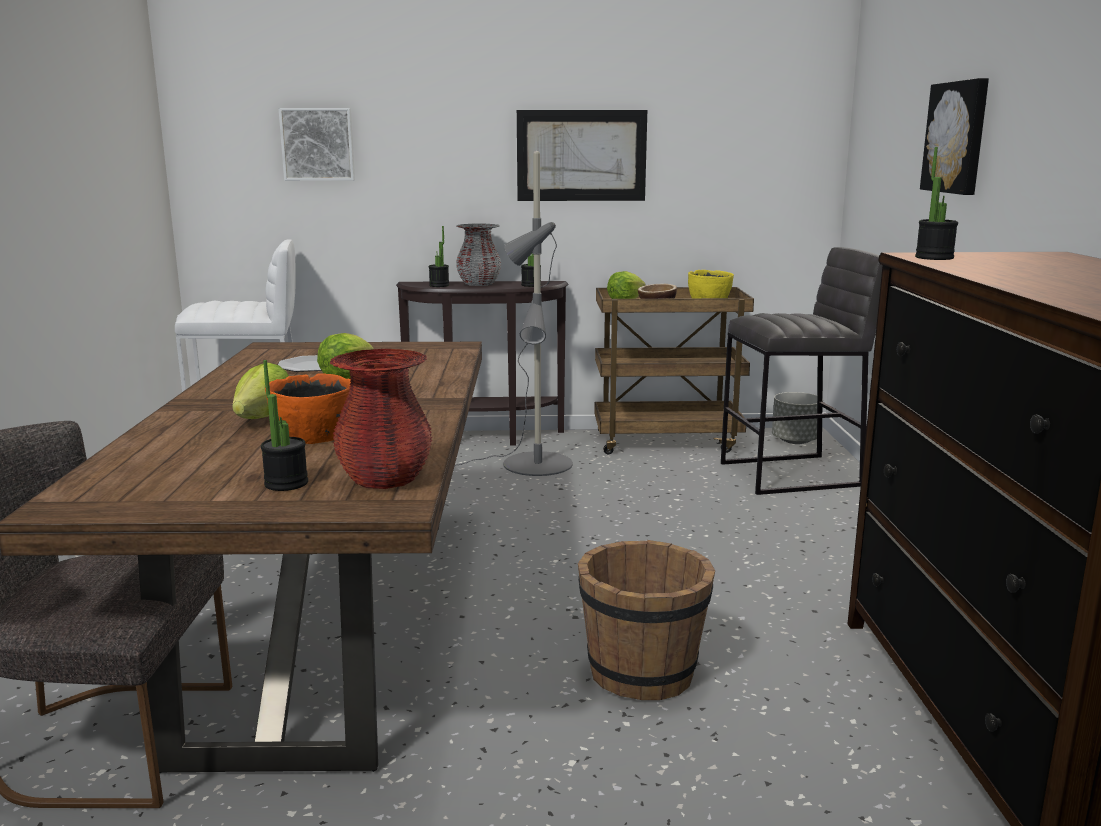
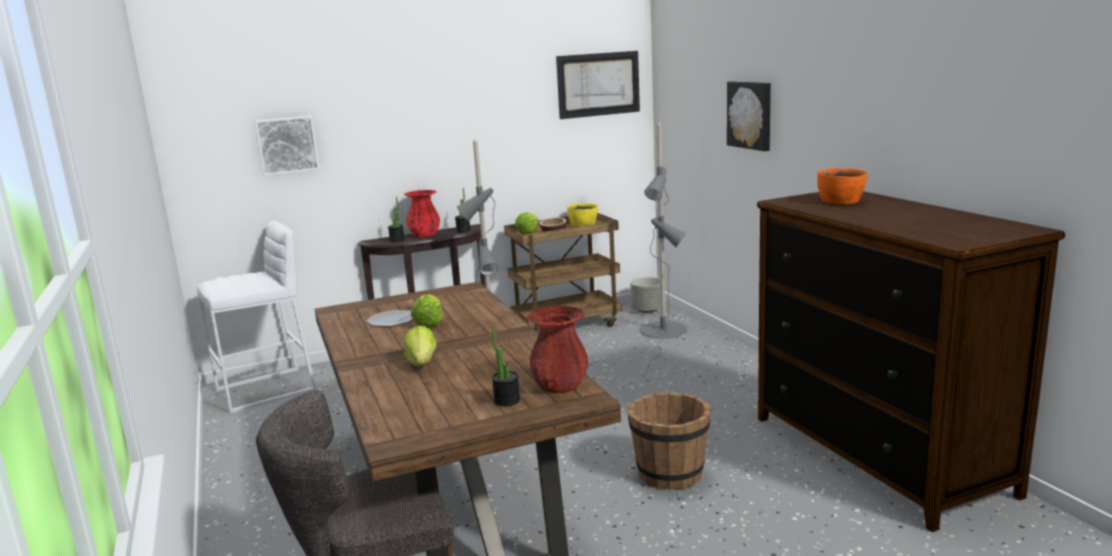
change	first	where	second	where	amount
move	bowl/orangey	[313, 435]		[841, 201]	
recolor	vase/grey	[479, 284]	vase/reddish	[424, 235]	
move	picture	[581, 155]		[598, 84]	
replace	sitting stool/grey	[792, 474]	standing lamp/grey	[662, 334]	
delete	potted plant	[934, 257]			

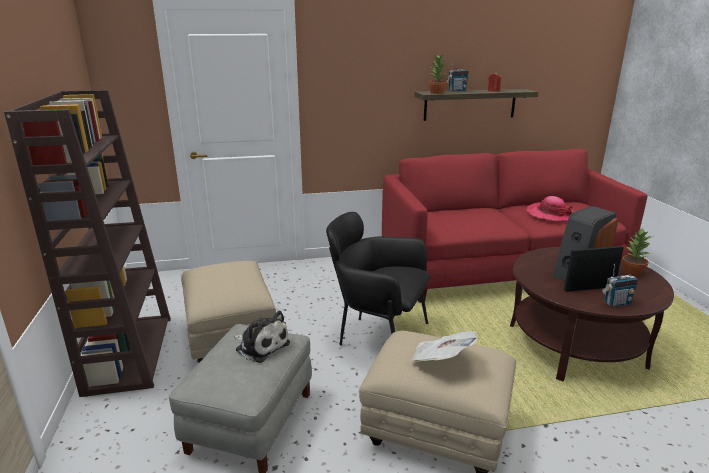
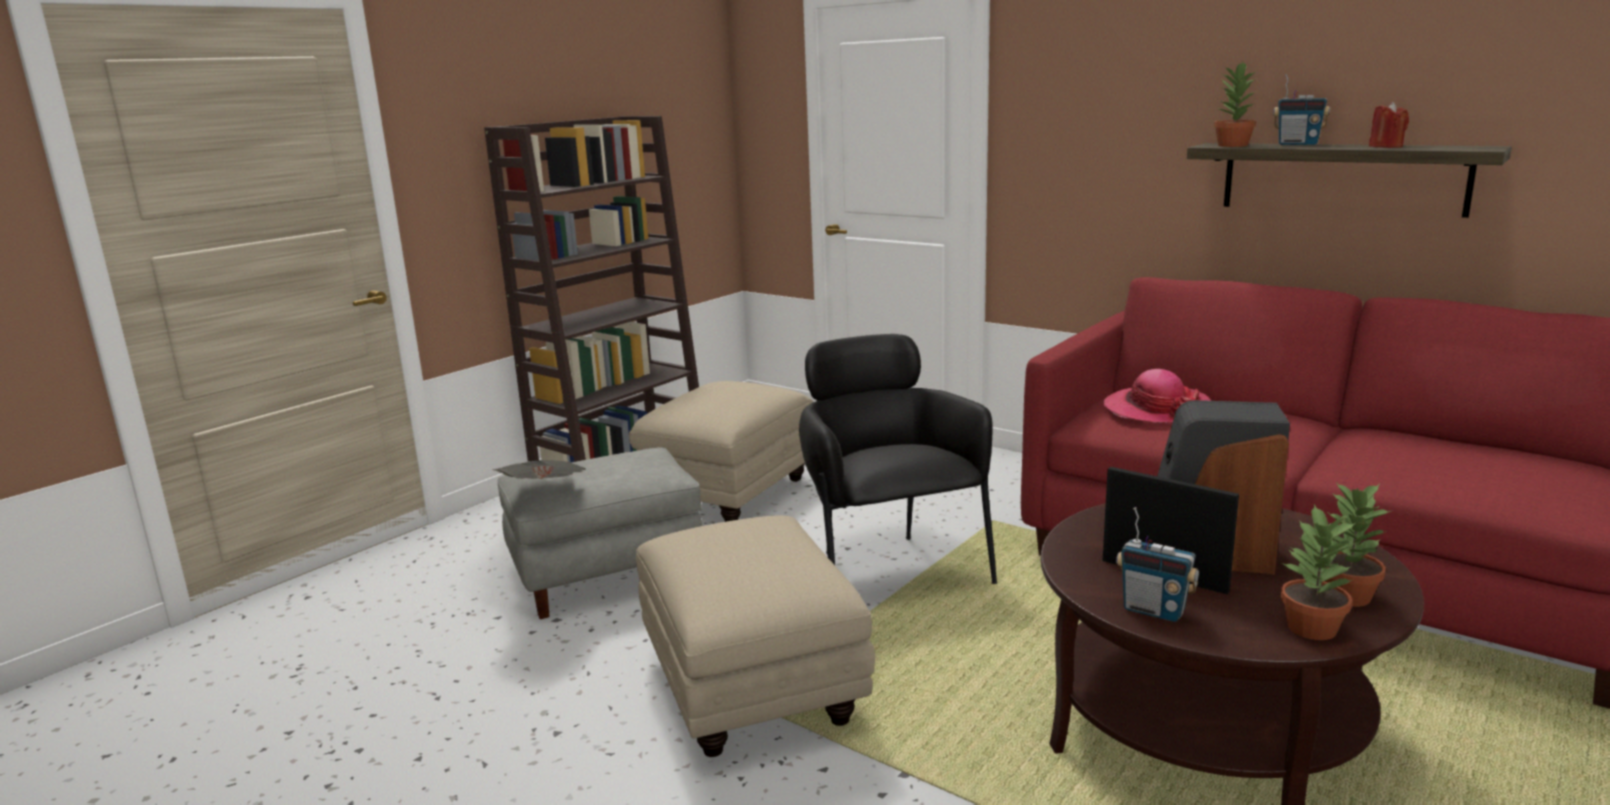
change	first	where	second	where	amount
delete	plush toy	[261, 346]			
move	printed paper	[441, 360]		[545, 493]	
move	clothing hat	[550, 214]		[1156, 409]	
insert			potted plant	[1312, 629]	

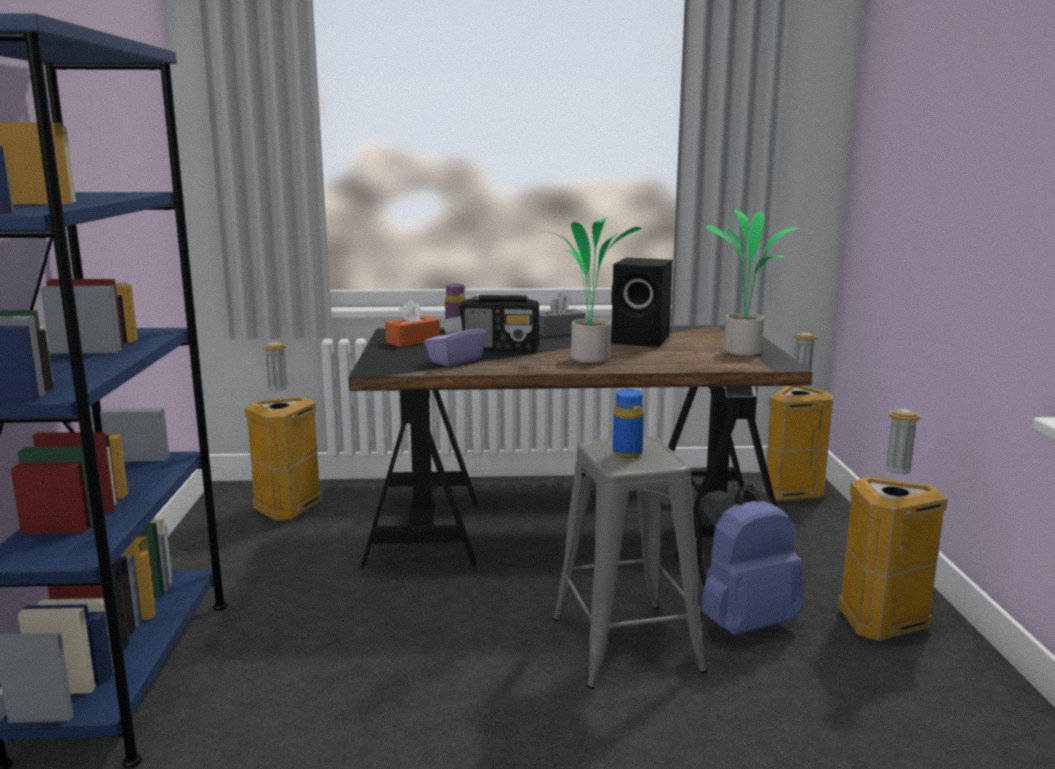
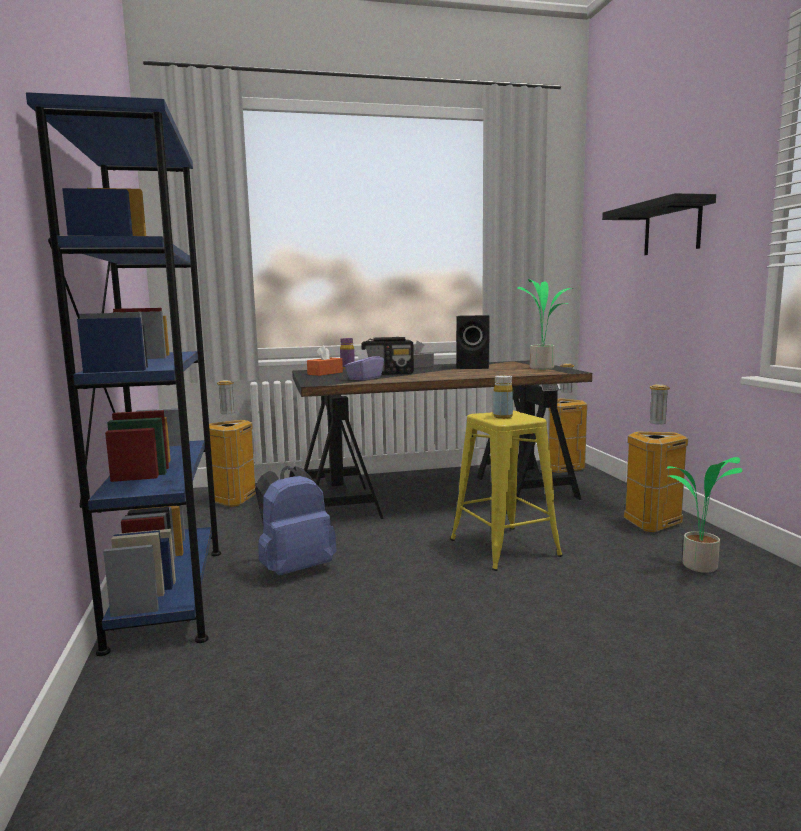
change	first	where	second	where	amount
move	potted plant	[588, 359]		[699, 567]	
recolor	sitting stool/grey	[625, 644]	sitting stool/yellow-coloured	[504, 547]	
recolor	beverage bottle/bluish	[627, 453]	beverage bottle/yellow-coloured	[503, 417]	
move	backpack/bluish	[741, 622]		[295, 569]	
insert			shelf/blackish	[672, 228]	

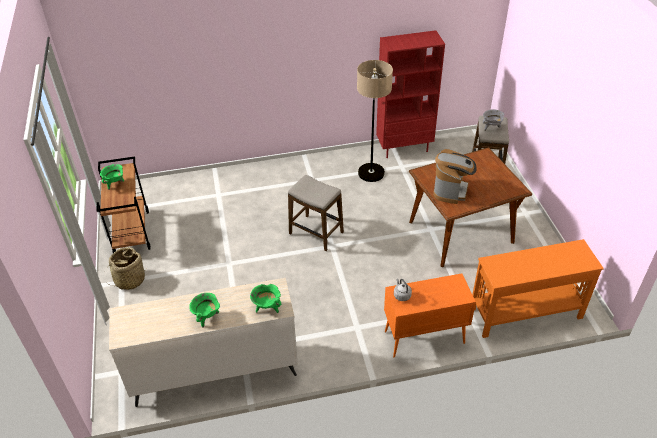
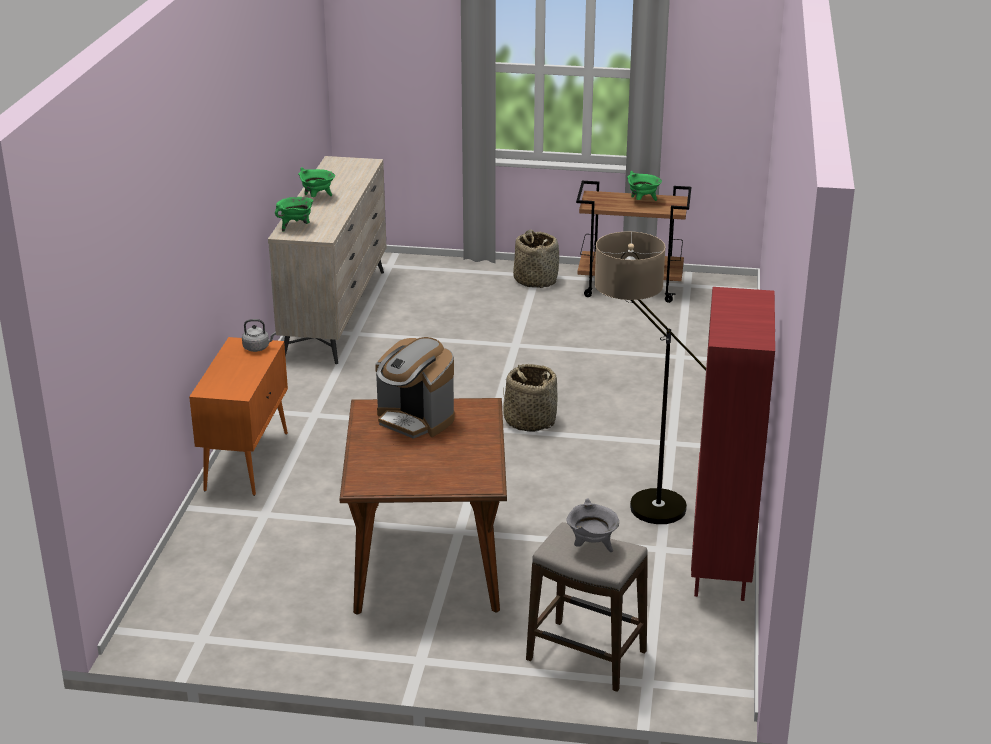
change	first	where	second	where	amount
replace	sitting stool	[316, 233]	storage basket	[529, 421]	
delete	hall table/orangey	[525, 313]			

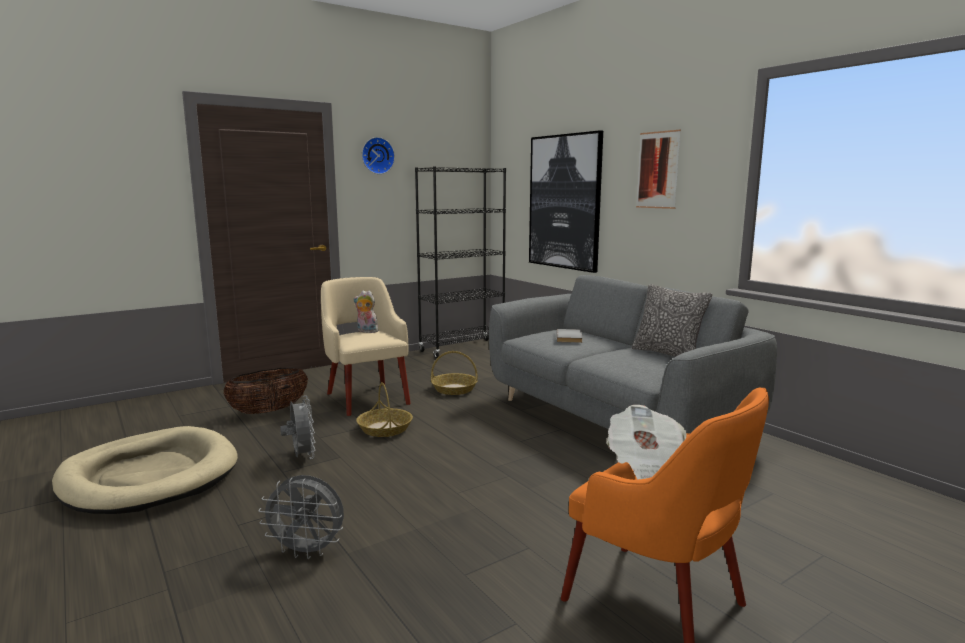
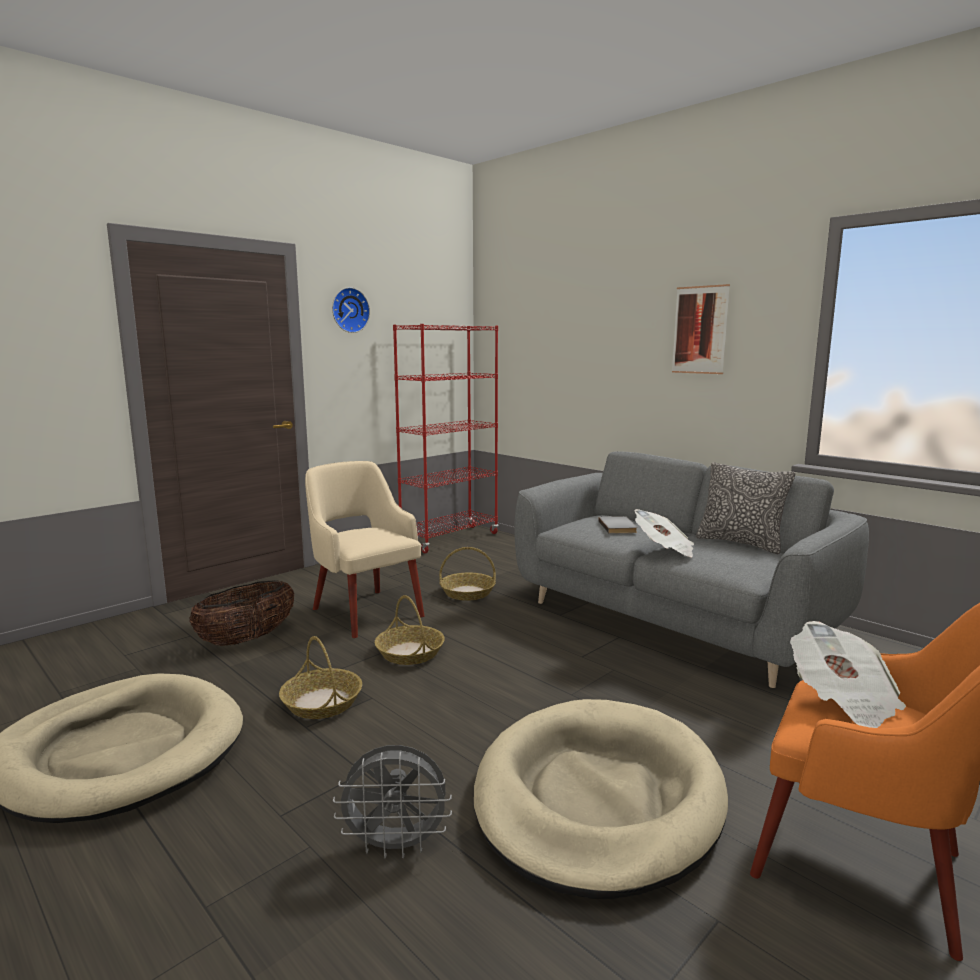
change	first	where	second	where	amount
replace	cooling fan/grey	[301, 457]	storage basket	[321, 702]	
delete	plush toy	[366, 331]			
recolor	bookcase/blackish	[462, 349]	bookcase/reddish	[450, 539]	
delete	picture	[564, 202]			
insert			dog bed/sand-coloured	[597, 798]	
insert			printed paper	[664, 549]	

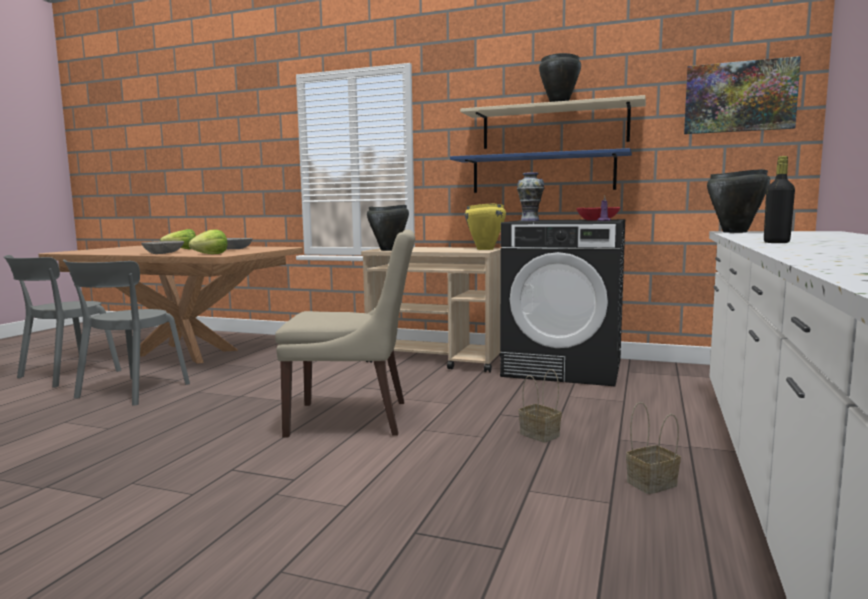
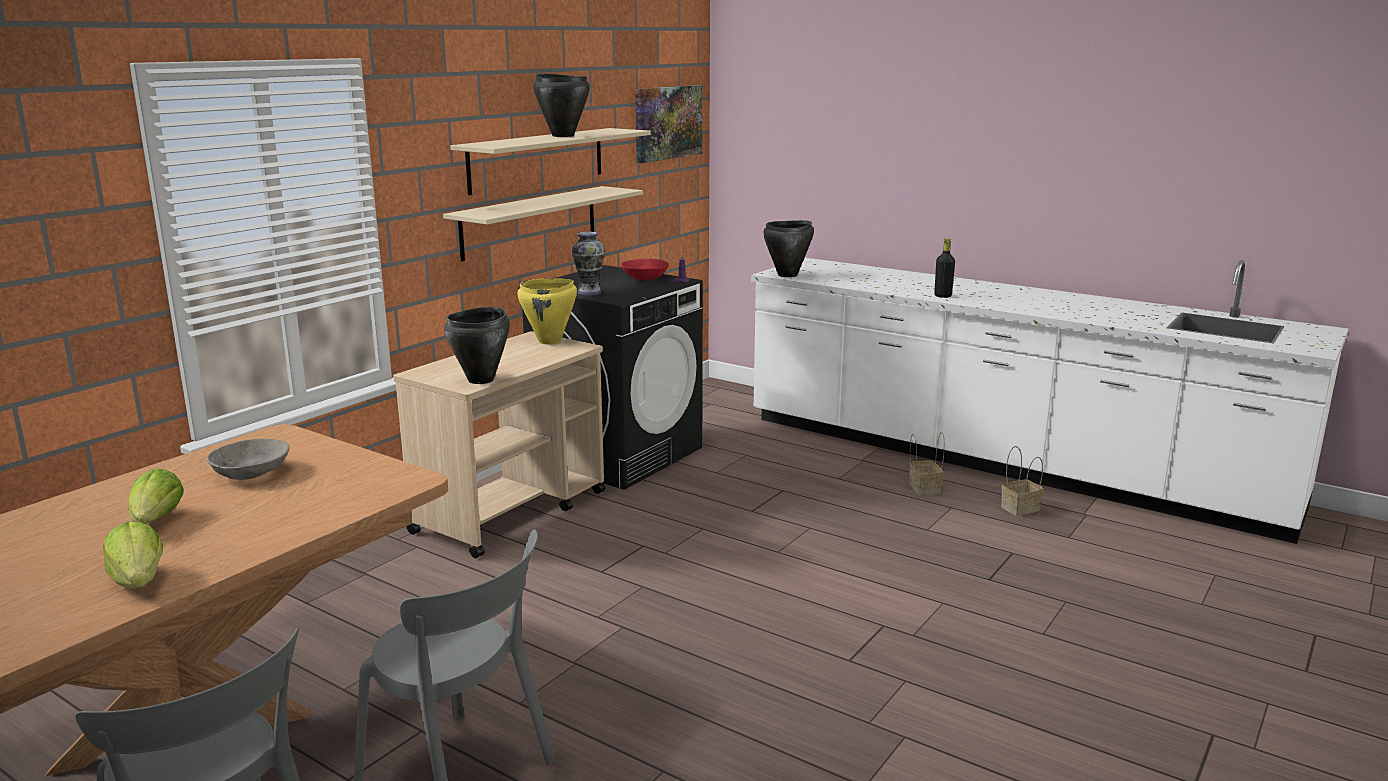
change	first	where	second	where	amount
delete	bowl/grey	[164, 253]			
move	head of lettuce	[211, 254]		[139, 582]	
delete	upright chair/sand-coloured	[353, 419]			
recolor	shelf/bluish	[542, 173]	shelf/sand-coloured	[530, 222]	
move	storage basket	[541, 435]		[1020, 508]	

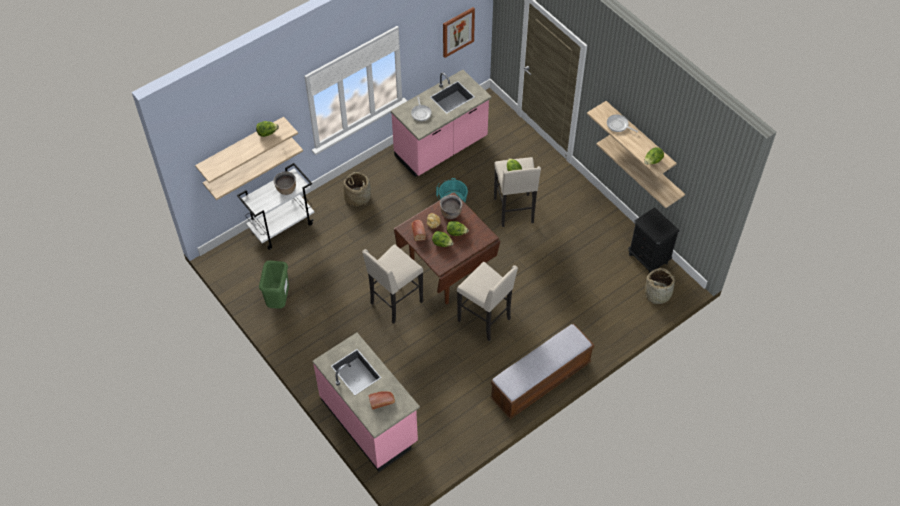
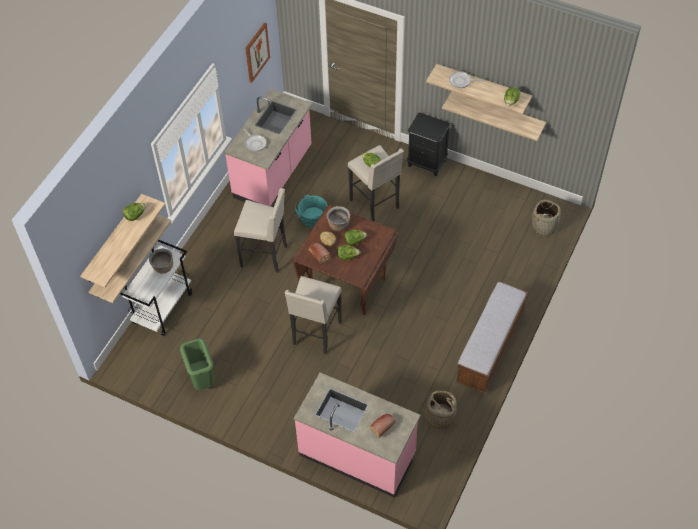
change	first	where	second	where	amount
move	storage basket	[357, 197]		[439, 416]	
move	sitting stool/sand-coloured	[485, 320]		[265, 256]	
move	bedside table/blackish	[648, 258]		[426, 163]	

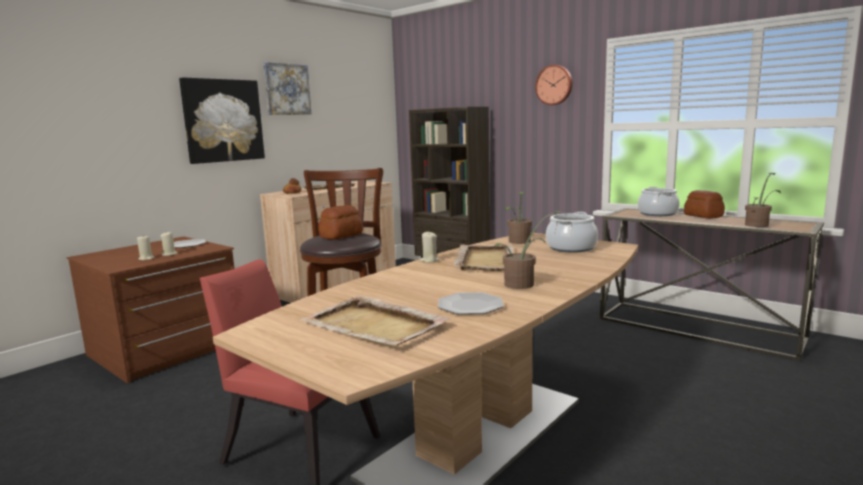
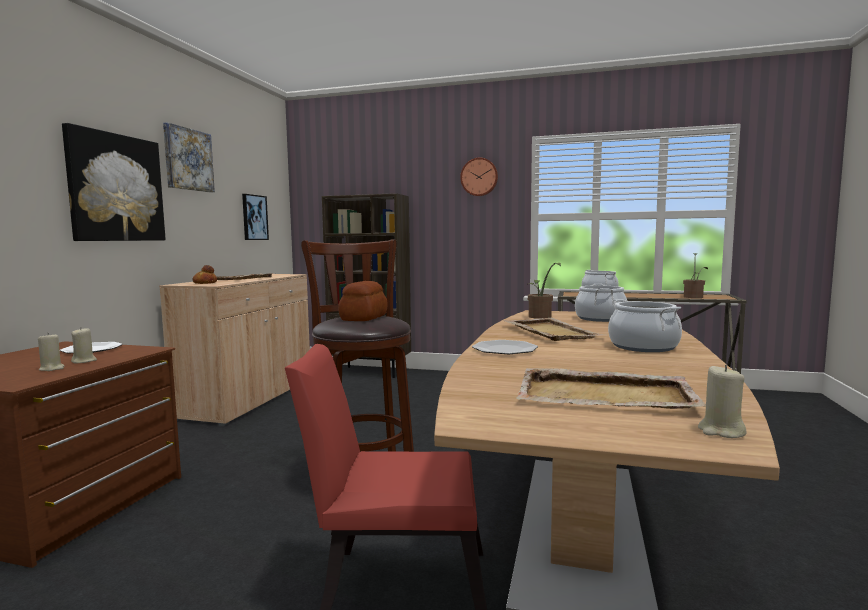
change	first	where	second	where	amount
move	candle/sand-coloured	[429, 260]		[721, 431]	
move	dinner plate	[470, 305]		[504, 349]	
replace	potted plant	[524, 284]	stockpot	[643, 347]	
delete	bakery bread	[703, 216]			
insert			picture	[254, 217]	

